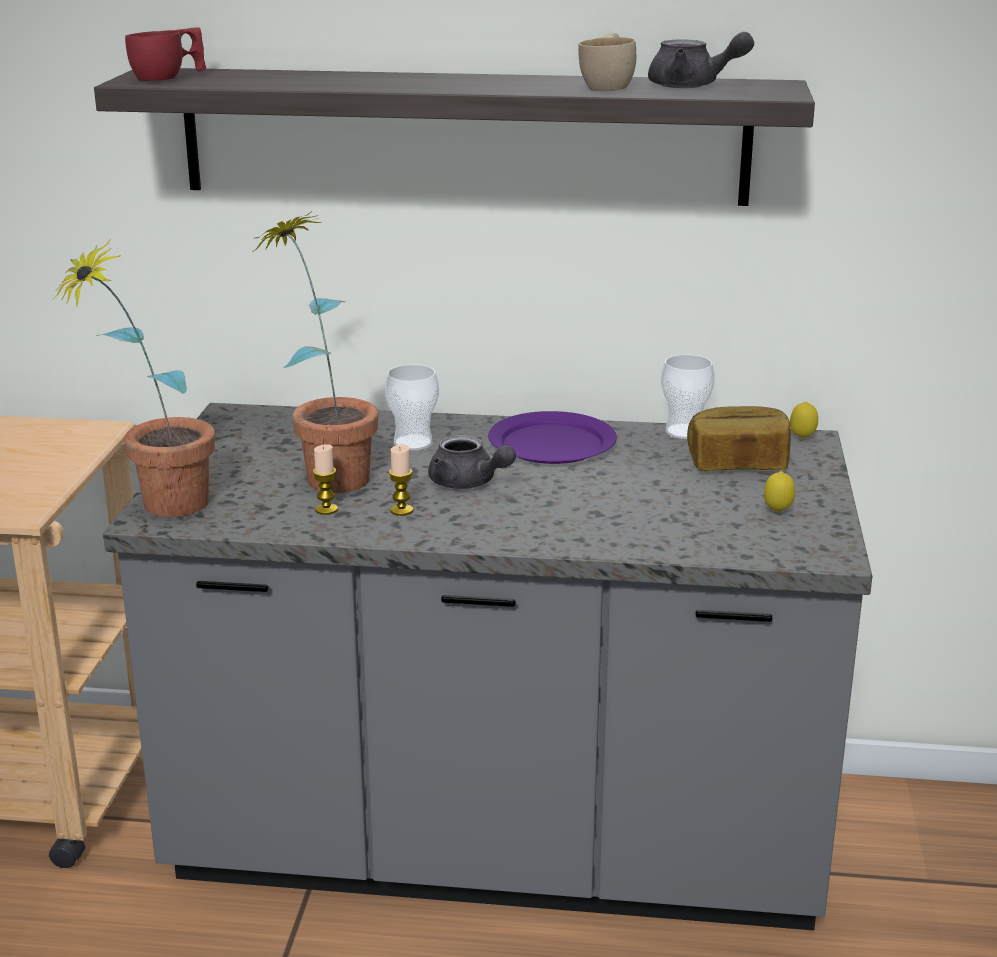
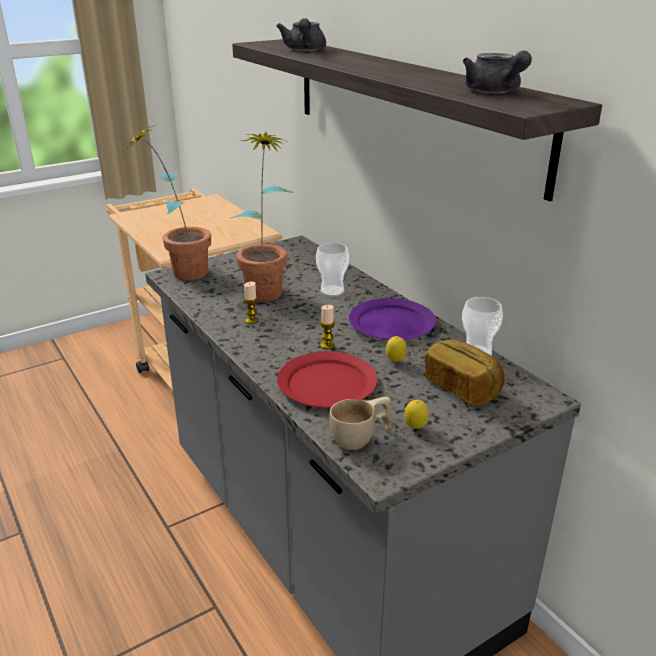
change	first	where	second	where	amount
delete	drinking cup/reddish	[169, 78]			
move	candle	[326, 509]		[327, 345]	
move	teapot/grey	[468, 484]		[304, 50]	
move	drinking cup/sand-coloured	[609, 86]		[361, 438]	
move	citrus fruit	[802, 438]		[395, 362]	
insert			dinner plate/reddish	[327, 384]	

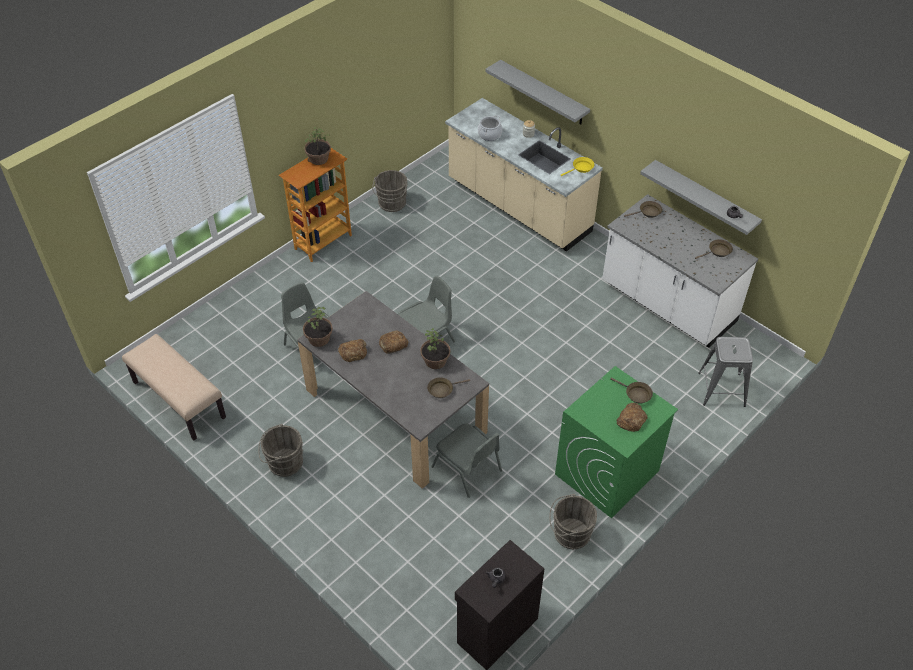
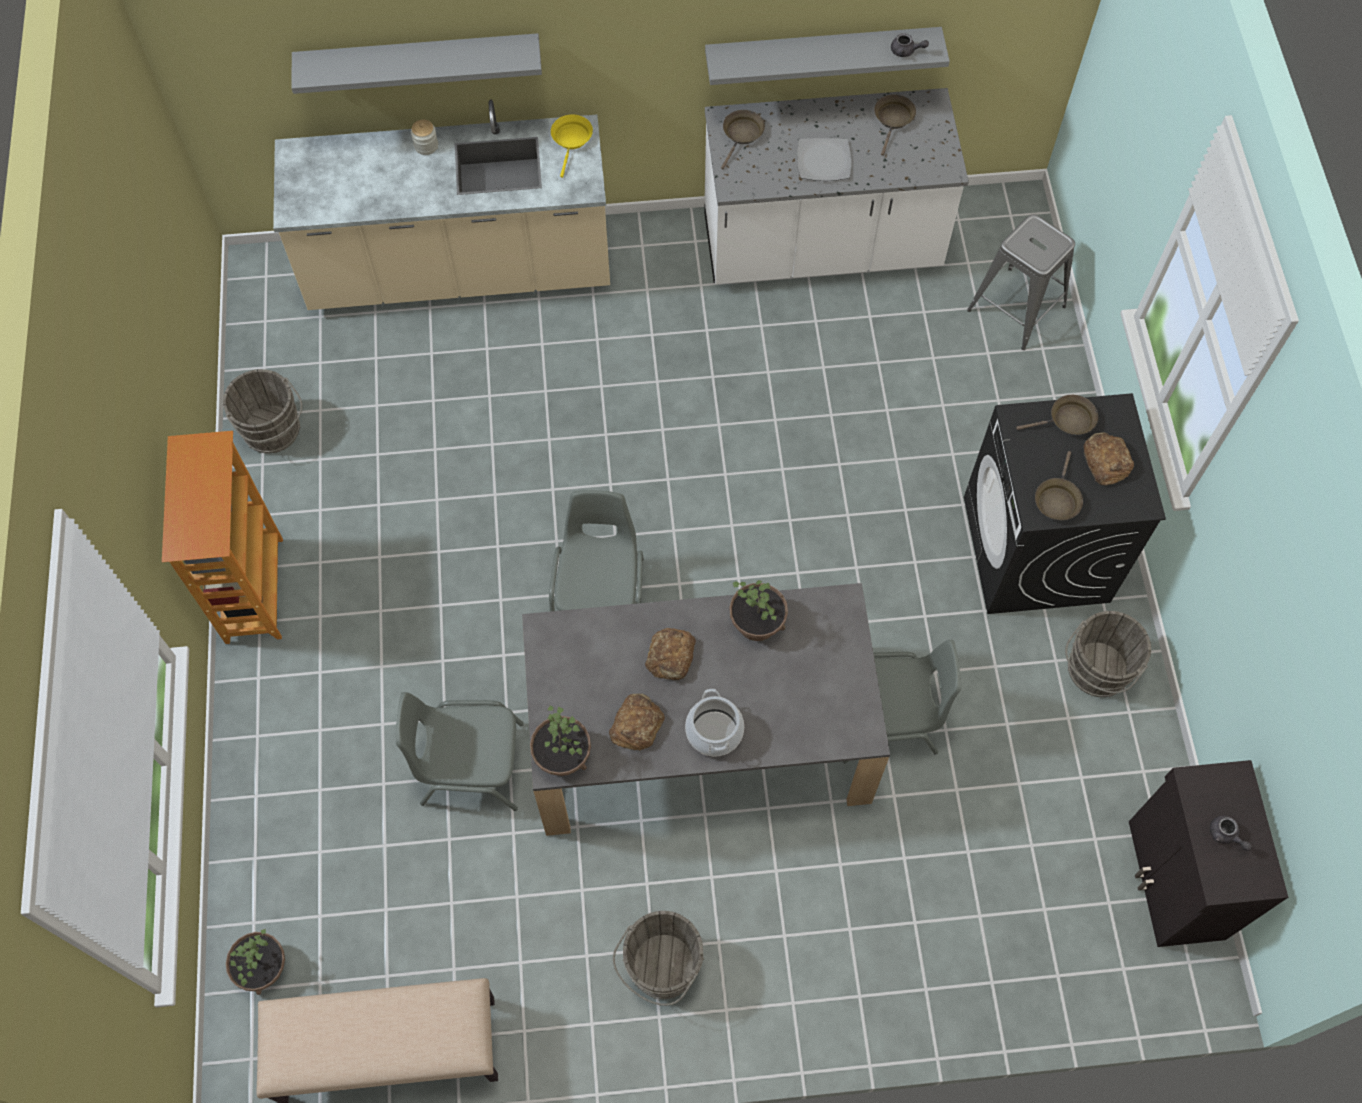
change	first	where	second	where	amount
move	potted plant	[318, 159]		[262, 967]	
move	frying pan/brown	[442, 389]		[1057, 499]	
move	stockpot	[489, 134]		[714, 732]	
recolor	laundry machine/green	[606, 473]	laundry machine/blackish	[1036, 550]	
insert			dinner plate	[823, 161]	

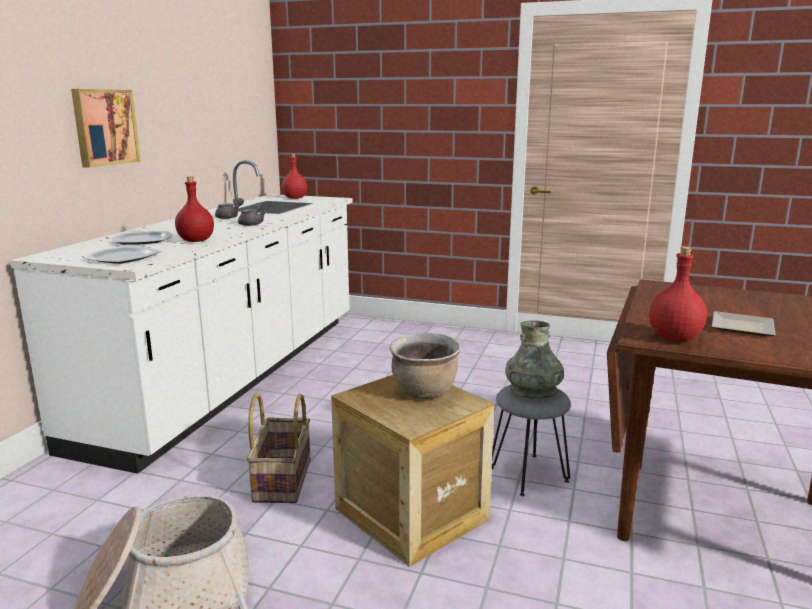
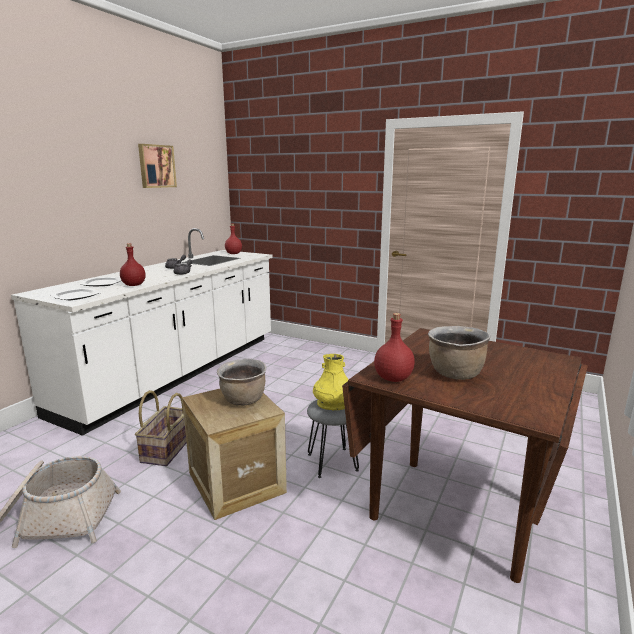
change	first	where	second	where	amount
move	picture	[104, 127]		[156, 166]	
recolor	vase/grey	[533, 391]	vase/yellow-coloured	[333, 404]	
replace	dinner plate	[744, 328]	stockpot/brown	[455, 374]	

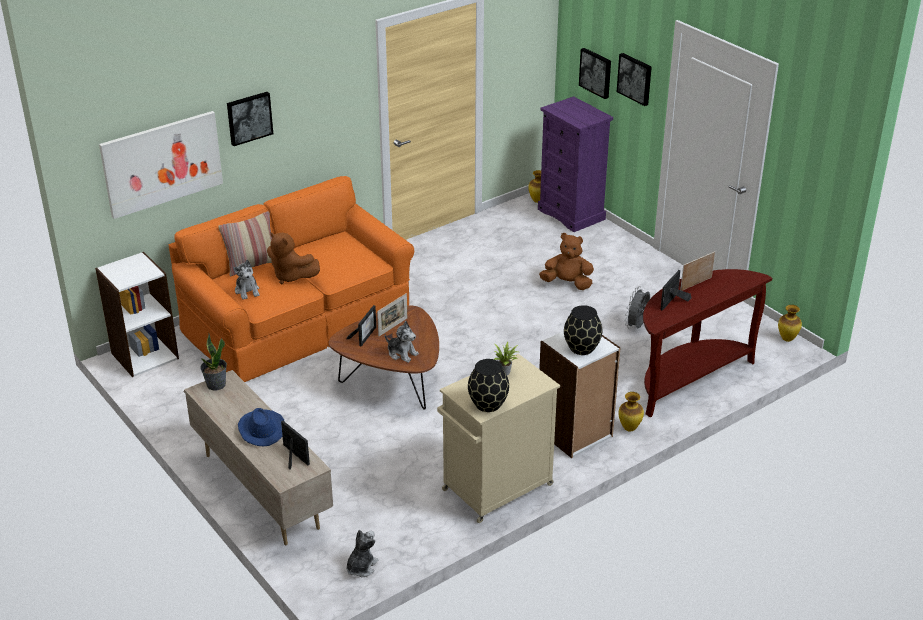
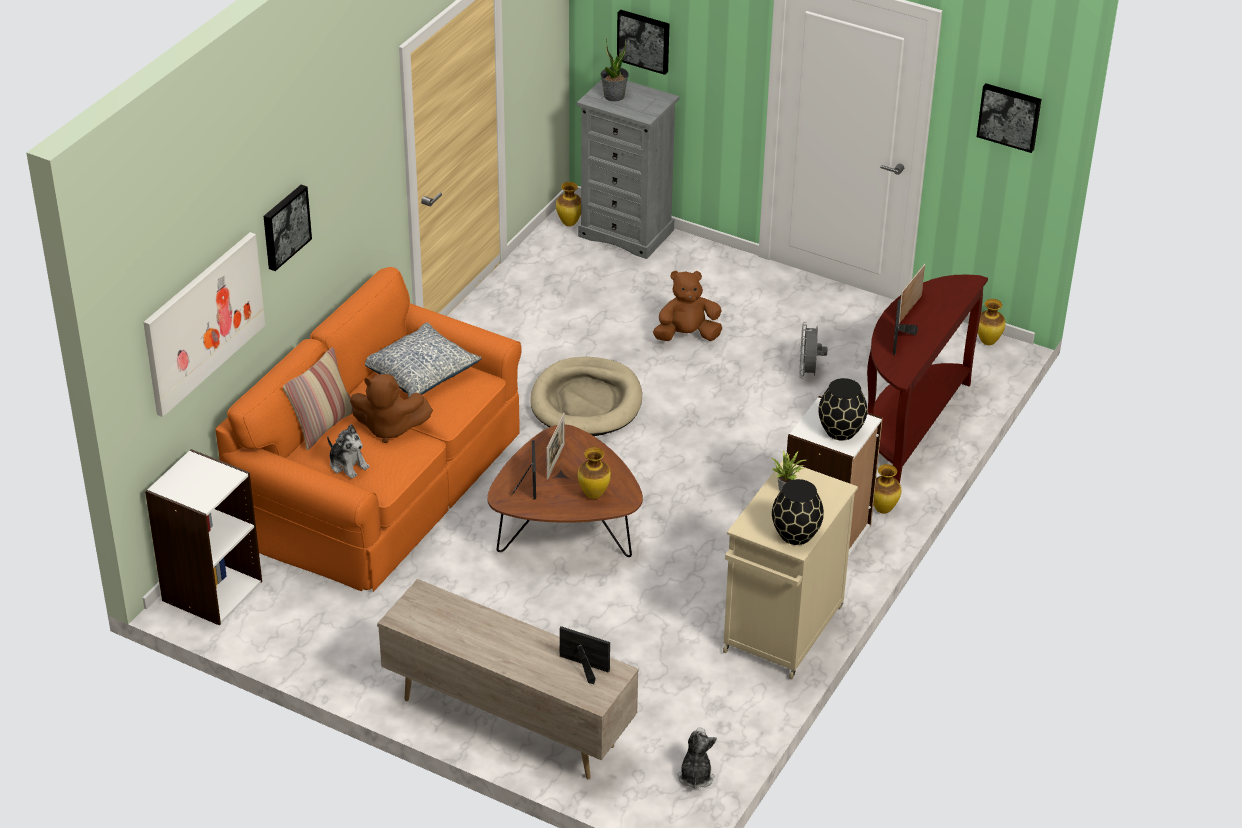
change	first	where	second	where	amount
move	potted plant	[216, 385]		[614, 96]	
delete	clothing hat/bluish	[261, 429]			
replace	plush toy	[402, 353]	vase	[593, 494]	
recolor	drawer chest/purple-coloured	[571, 214]	drawer chest/grey	[626, 233]	
move	picture	[635, 78]		[1010, 116]	
insert			pillow	[420, 372]	
insert			dog bed/sand-coloured	[586, 402]	

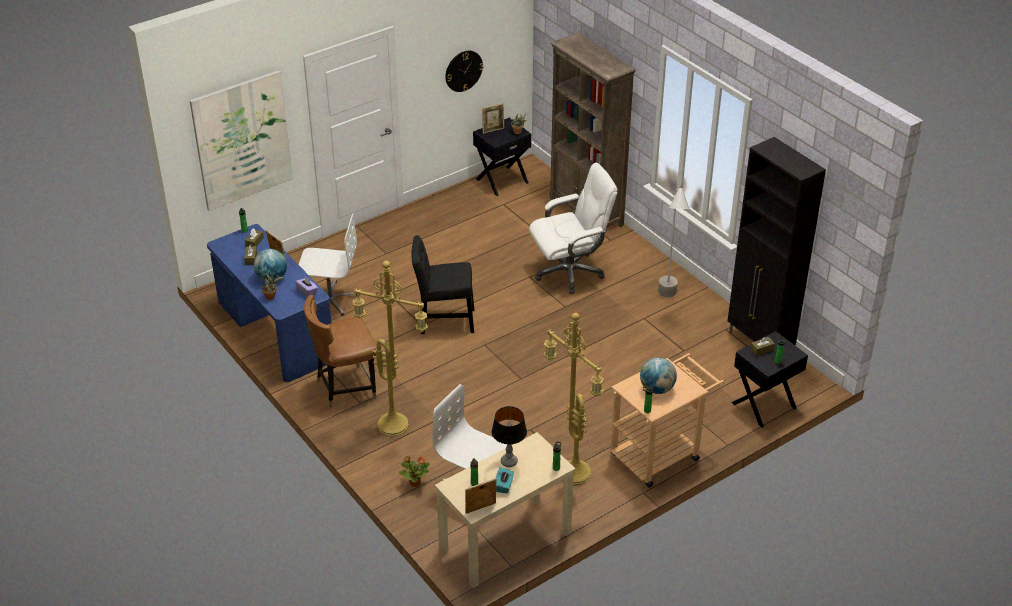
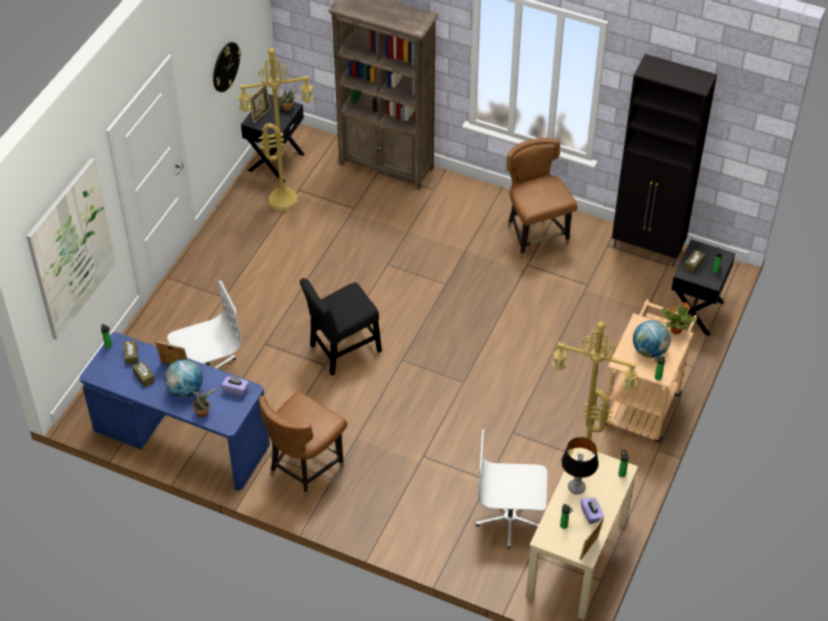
change	first	where	second	where	amount
move	standing lamp/yellow-coloured	[395, 424]		[284, 198]	
move	potted plant	[414, 483]		[675, 330]	
recolor	tissue box/turquoise	[504, 486]	tissue box/purple-coloured	[591, 515]	
delete	office chair/white	[570, 272]			
replace	standing lamp/grey	[668, 301]	upright chair/brown	[535, 236]	

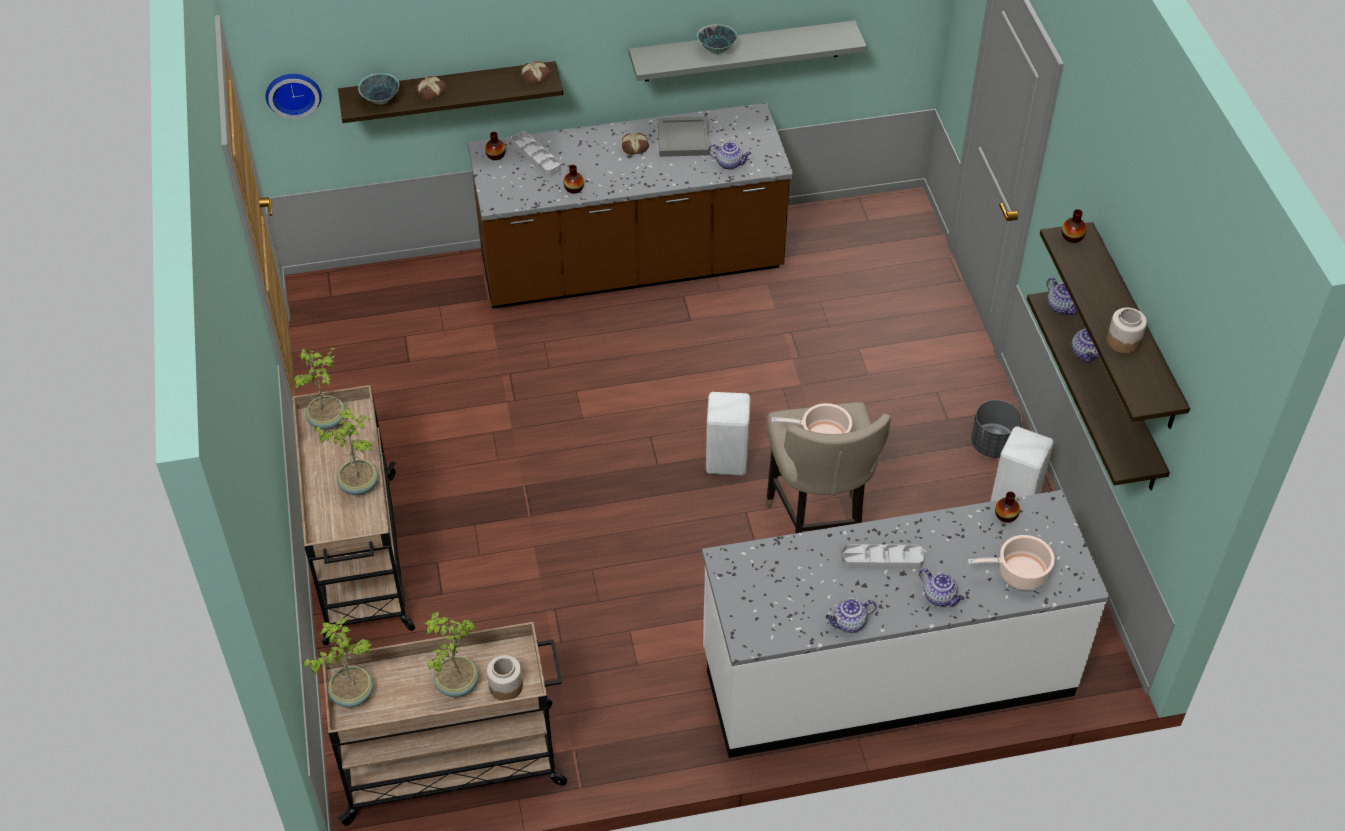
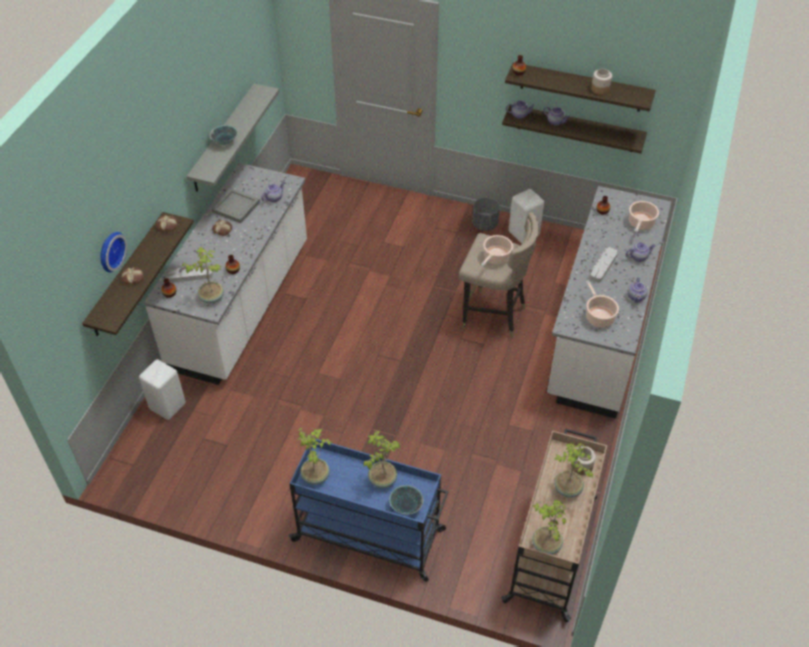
change	first	where	second	where	amount
move	wall clock	[293, 92]		[110, 251]	
recolor	trolley/sand-coloured	[360, 559]	trolley/bluish	[370, 535]	
move	bowl	[381, 100]		[406, 506]	
recolor	kitchen counter/brown	[631, 266]	kitchen counter/white	[241, 305]	
move	sitting stool/white	[725, 459]		[166, 406]	
insert			potted plant	[211, 297]	
insert			stockpot	[599, 316]	

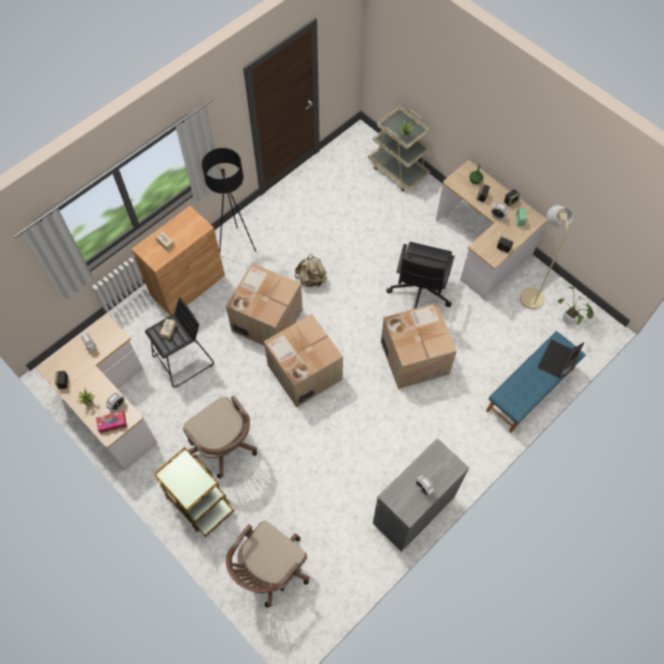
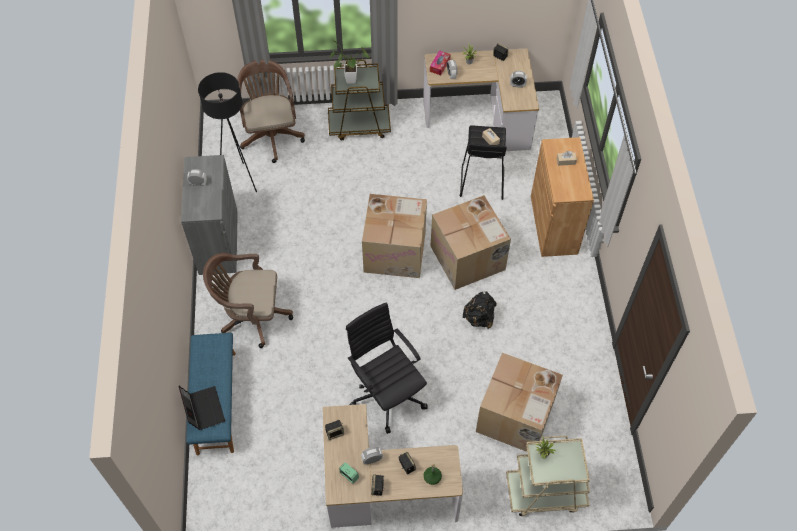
change	first	where	second	where	amount
move	office chair/brown	[225, 446]		[251, 316]	
move	standing lamp/blackish	[236, 245]		[240, 181]	
recolor	backpack/sand-coloured	[311, 279]	backpack/blackish	[479, 318]	
move	packing box	[415, 357]		[515, 417]	
delete	standing lamp/sand-coloured	[530, 294]			
move	potted plant	[570, 322]		[348, 80]	

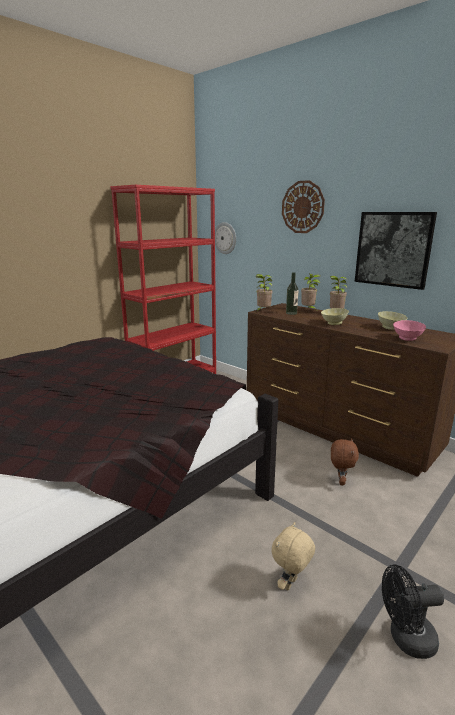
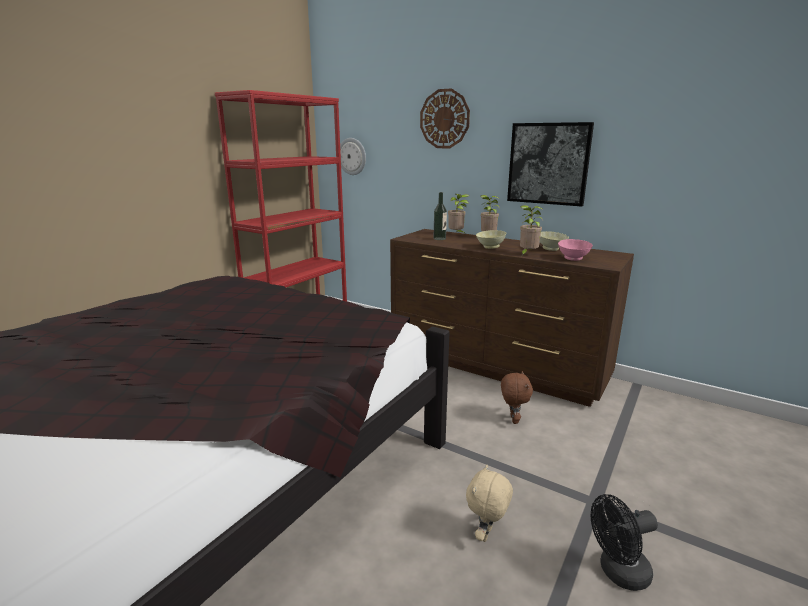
change	first	where	second	where	amount
move	potted plant	[262, 311]		[527, 254]	

